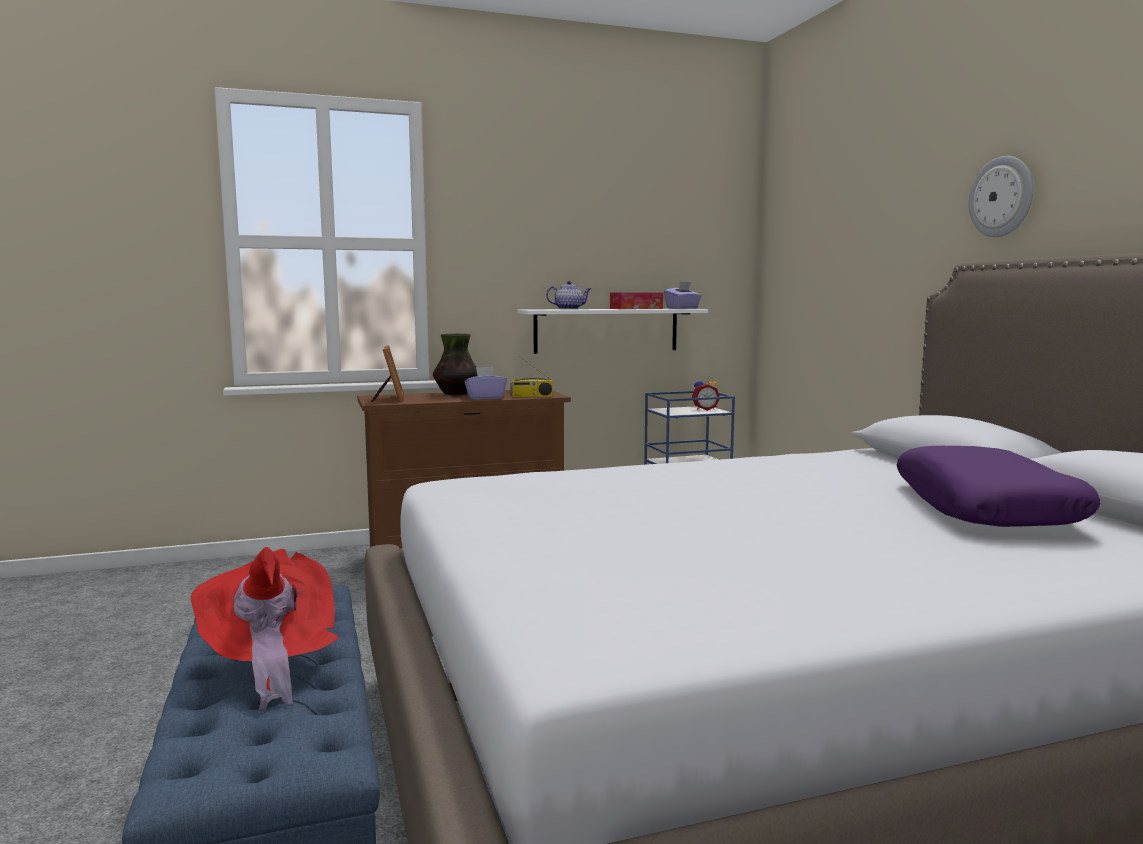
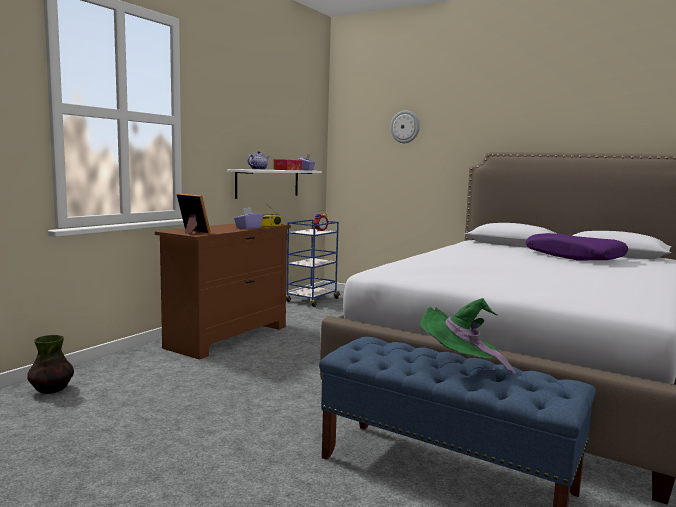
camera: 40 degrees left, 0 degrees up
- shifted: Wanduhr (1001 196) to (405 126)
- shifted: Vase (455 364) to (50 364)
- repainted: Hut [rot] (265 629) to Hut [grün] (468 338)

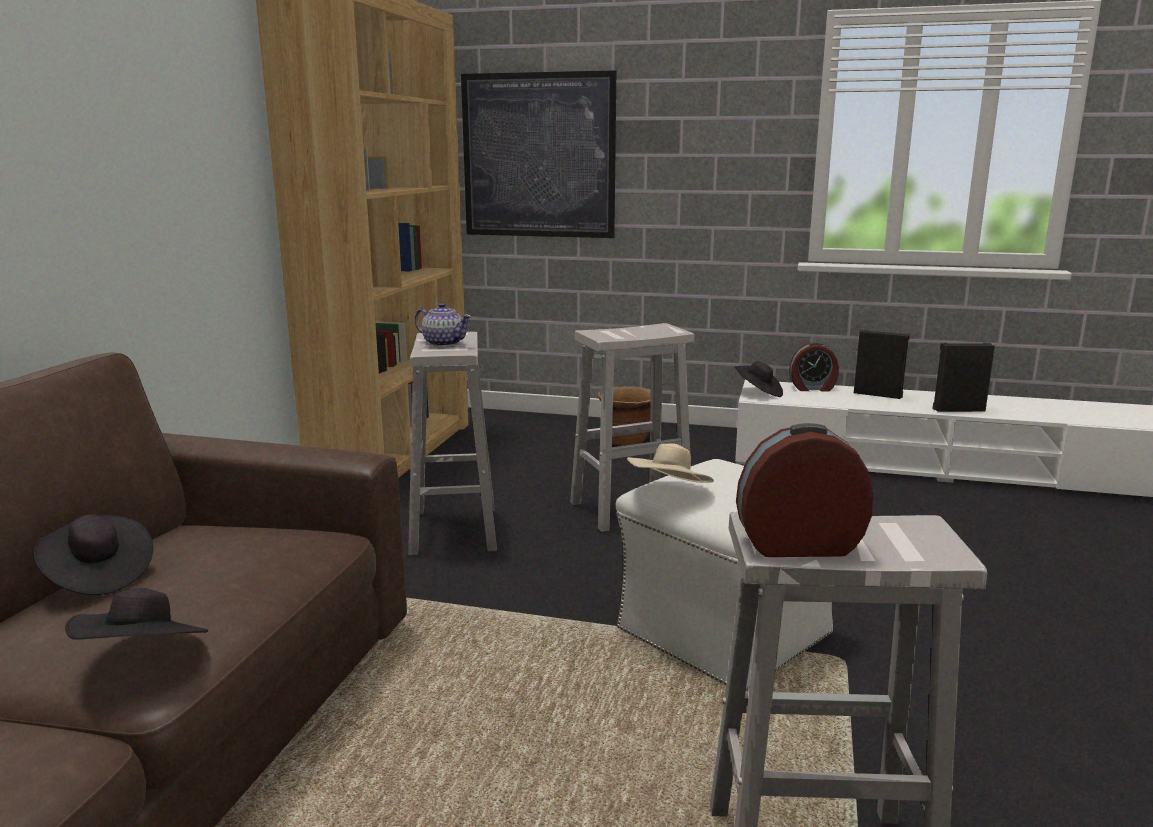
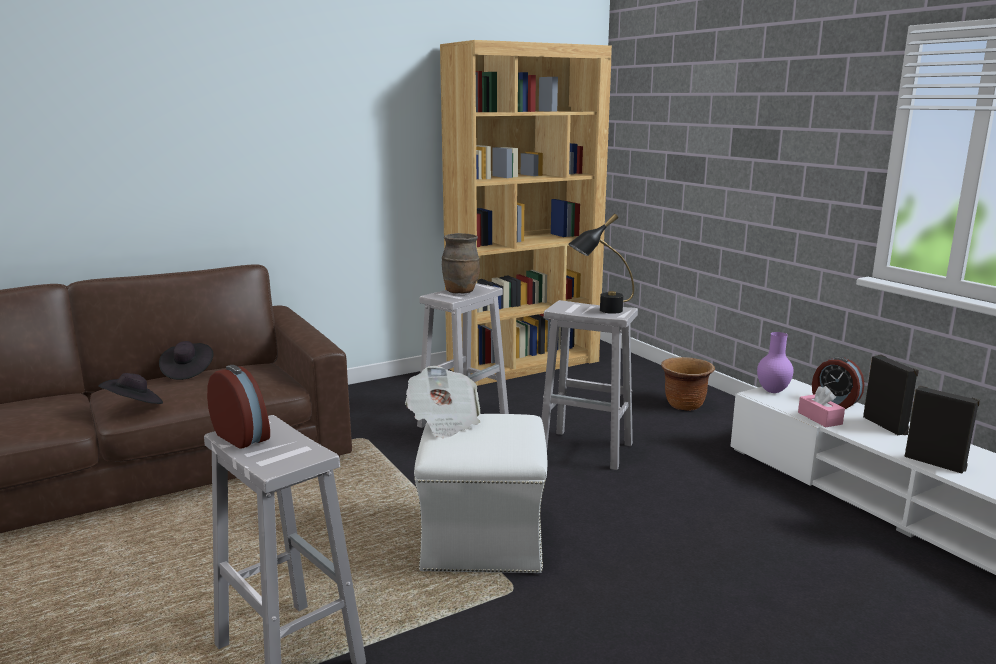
camera: 45 degrees right, 0 degrees up
- gone: Bild (538 154)
- swapped: Teekanne (443 325) to Vase [braun] (461 263)
- swapped: Hut [schwarz] (759 379) to Vase [lila] (775 362)
- swapped: Hut [beige] (670 463) to Zeitung (442 402)
- new: Tischlampe [schwarz] (601 264)
- new: Taschentuchbox [rosa] (821 406)

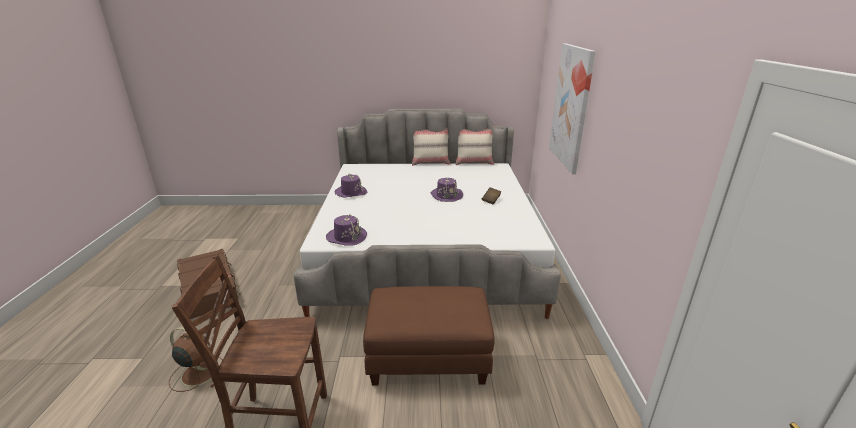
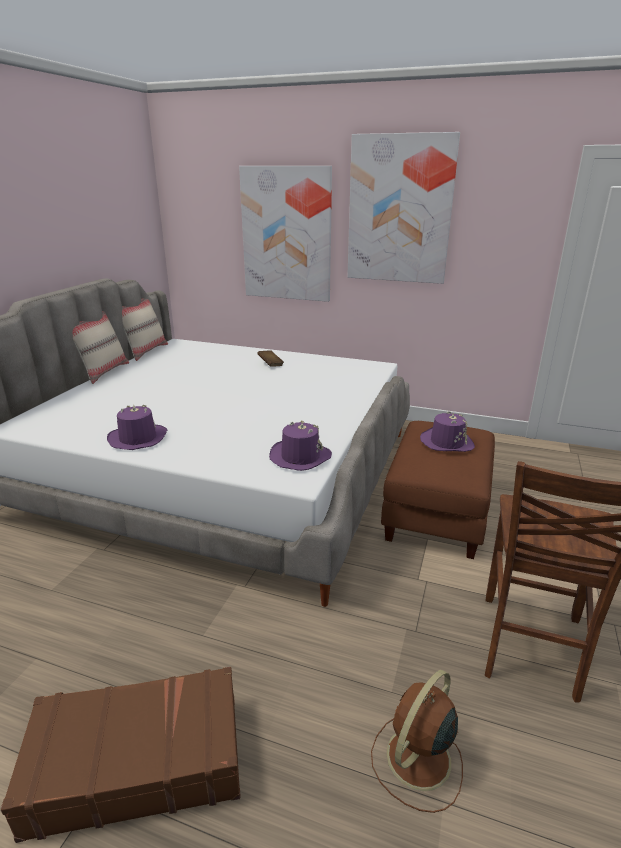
camera: 70 degrees left, 0 degrees up
- shifted: Hut [lila] (447 190) to (447 431)
- new: Bild (403 208)

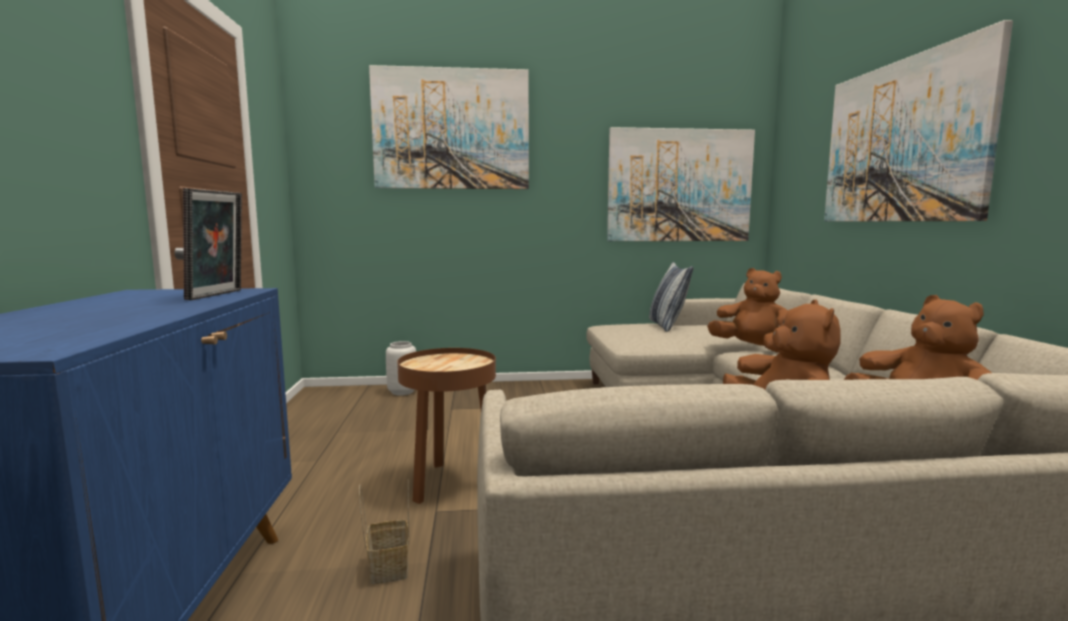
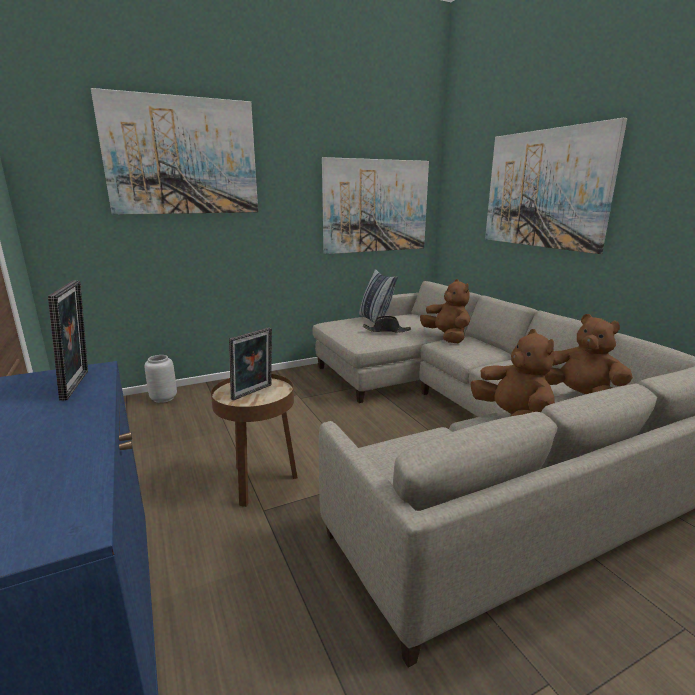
camera: 20 degrees left, 10 degrees up
- rotated: Plüschtier [braun] (747 310) = (445 311) 45 degrees clockwise
- gone: Korb (384 531)
- new: Hut [schwarz] (387 324)
- new: Bilderrahmen (250 363)

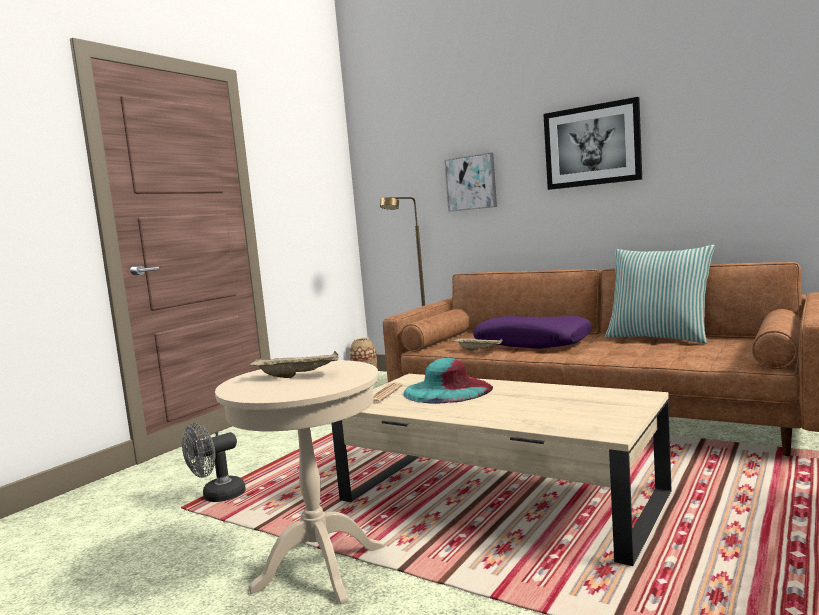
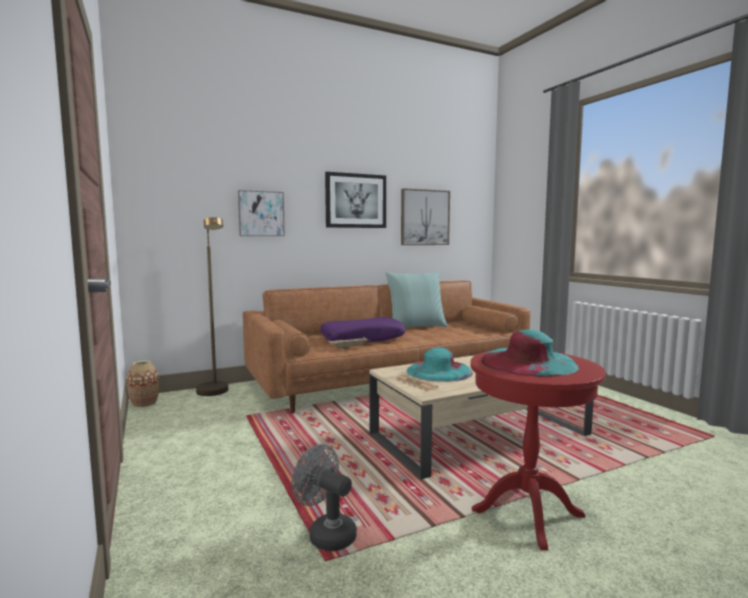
camera: 60 degrees left, 0 degrees up
- swapped: Tablett [beige] (294 364) to Hut [türkis] (530 353)
- repainted: Beistelltisch [beige] (300 482) to Beistelltisch [rot] (537 450)
- rotated: Ventilator [grau] (214 462) = (324 497) 135 degrees clockwise
- new: Bild (425 216)

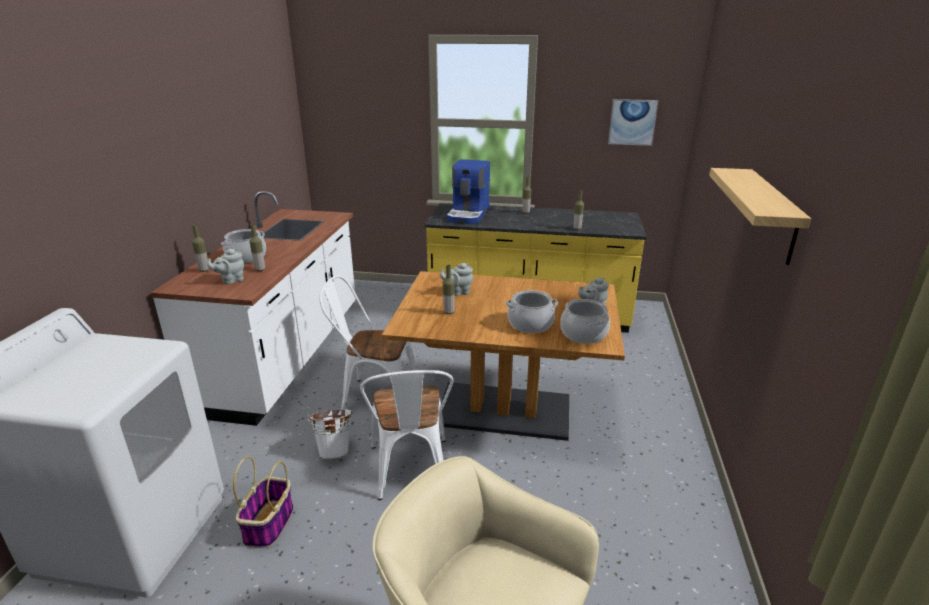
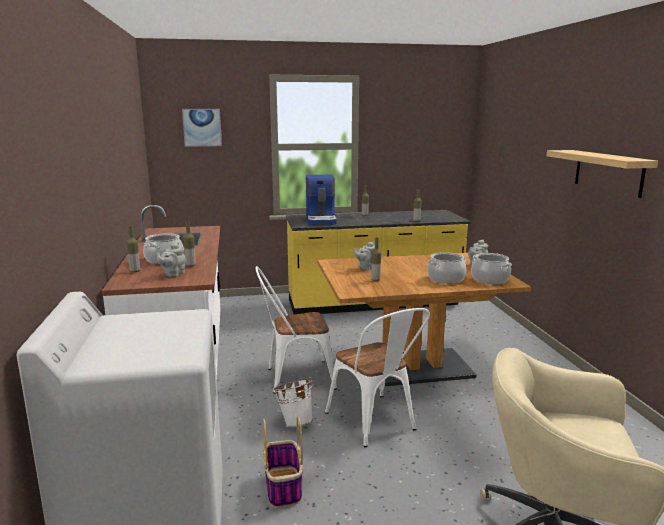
camera: 20 degrees left, 10 degrees down
- shifted: Bild (633 122) to (202 128)

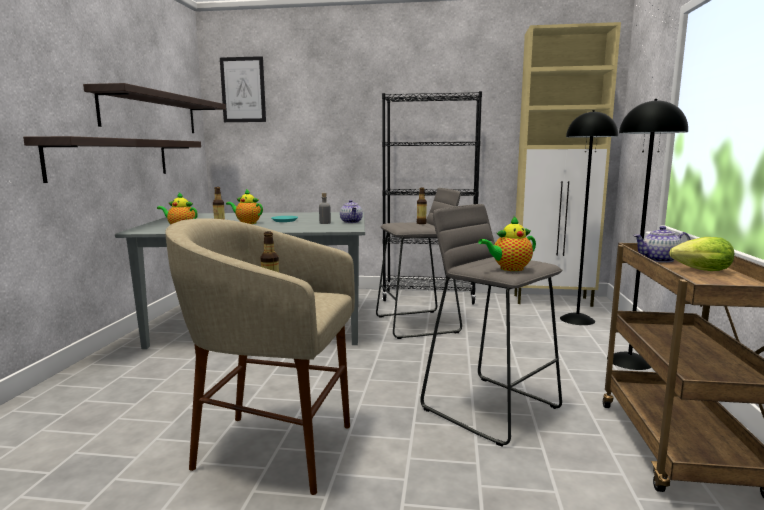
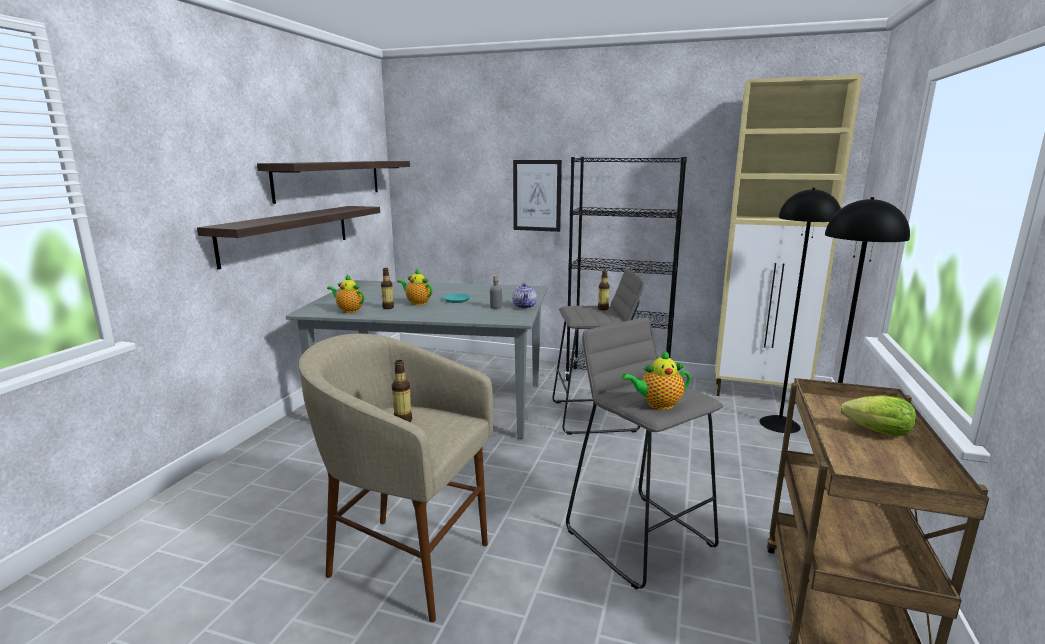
camera: 10 degrees right, 5 degrees up
- shifted: Bild (243 89) to (537 196)
- gone: Teekanne (662 244)

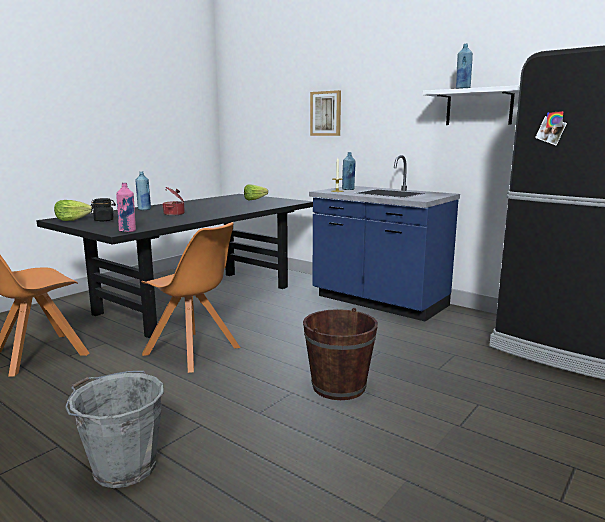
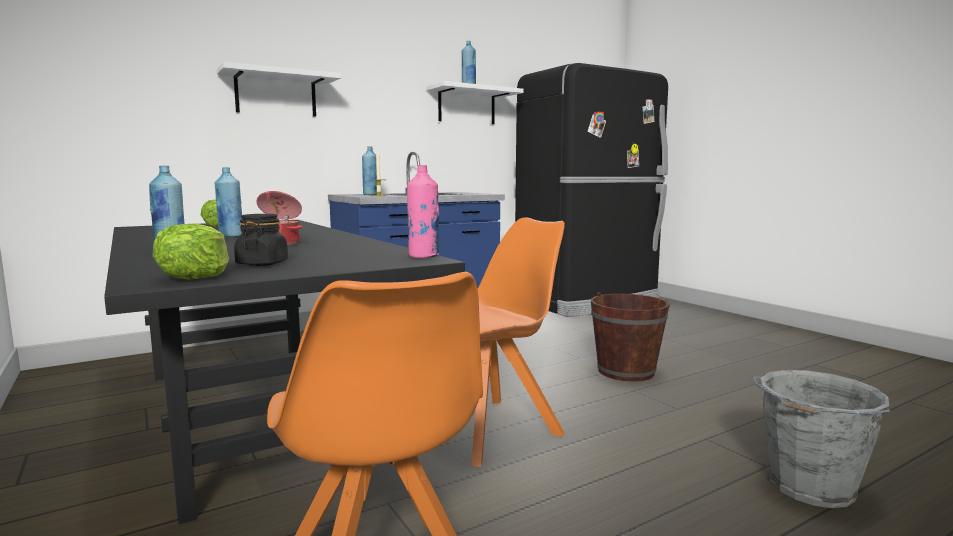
camera: 70 degrees left, 5 degrees down
- swapped: Bild (325 113) to Wandregal [weiß] (279 89)
- new: Flasche [blau] (228 202)

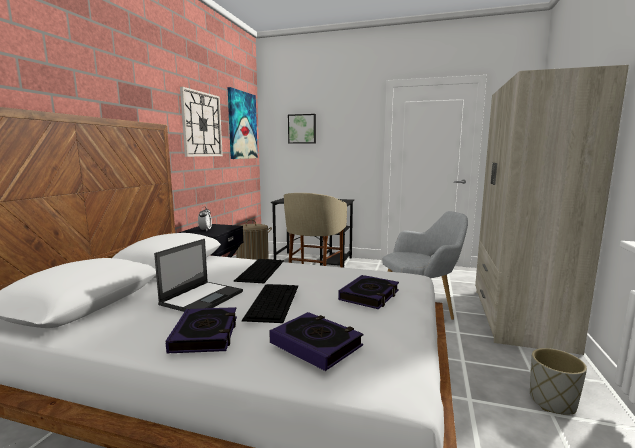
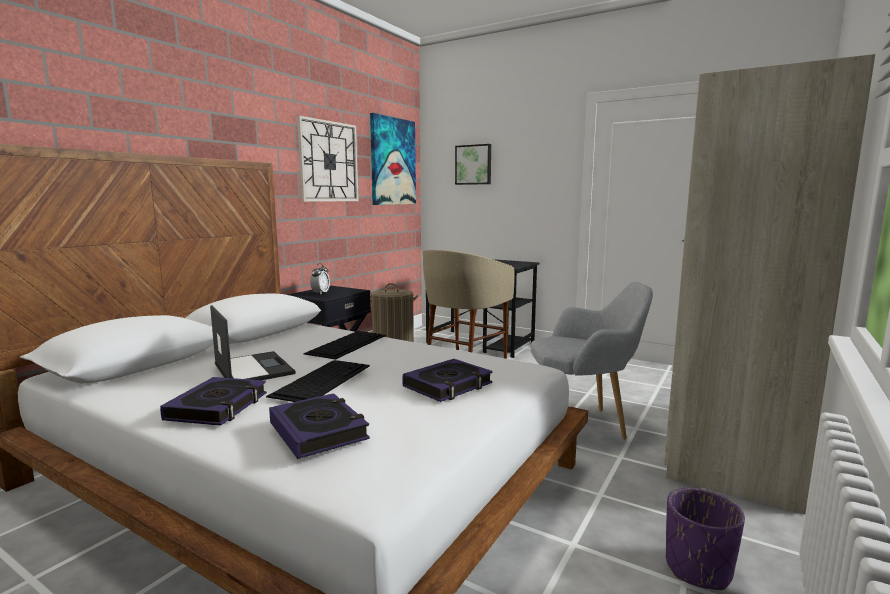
camera: 15 degrees right, 0 degrees up
- rotated: Laptop (198 275) = (253 342) 75 degrees counterclockwise
- repainted: Pflanzkübel [grau] (558 381) to Pflanzkübel [lila] (705 539)

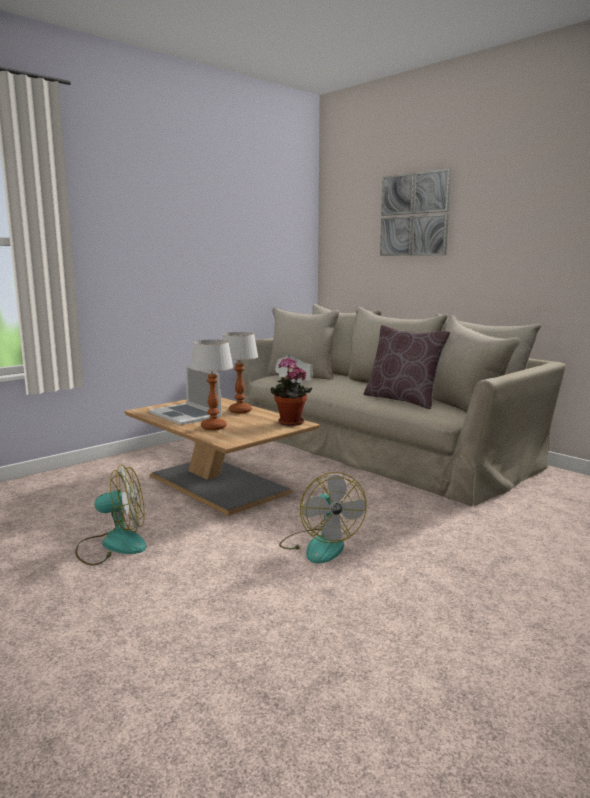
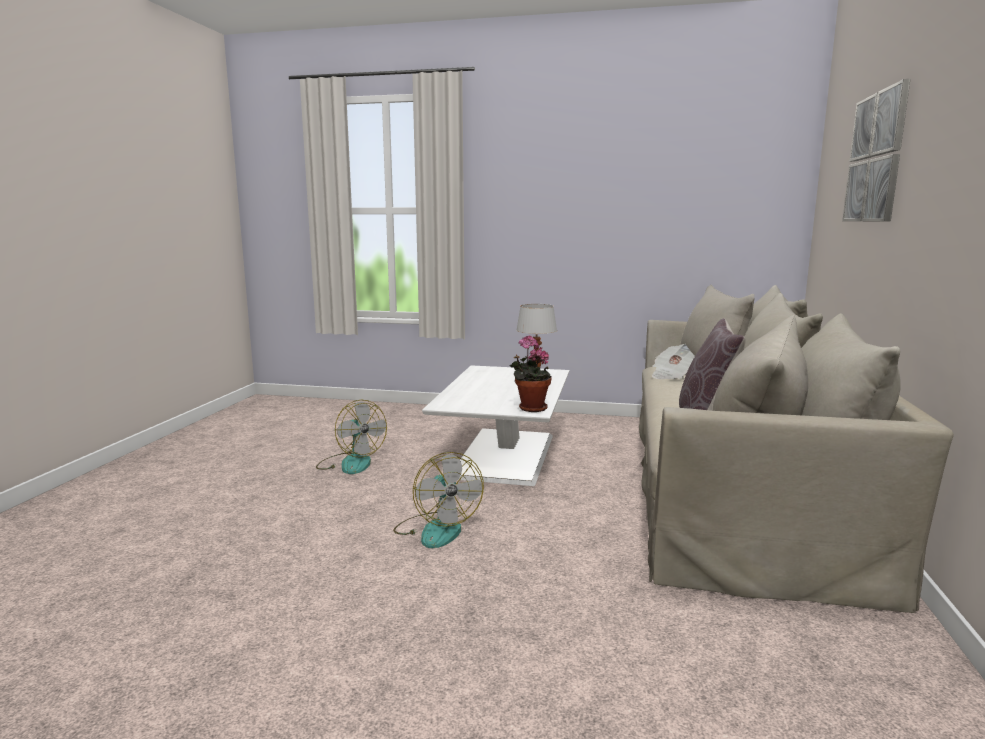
camera: 55 degrees right, 0 degrees up
- gone: Tischlampe (211 385)
- gone: Laptop (185 395)
- repainted: Couchtisch [braun] (222 456) to Couchtisch [weiß] (496 425)
- rotated: Ventilator (323 517) = (438 500) 60 degrees counterclockwise

